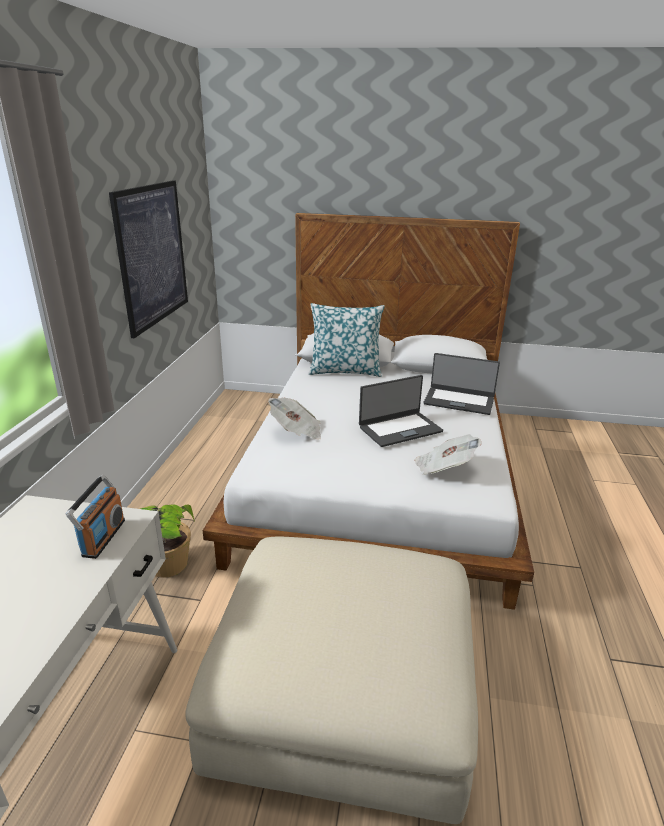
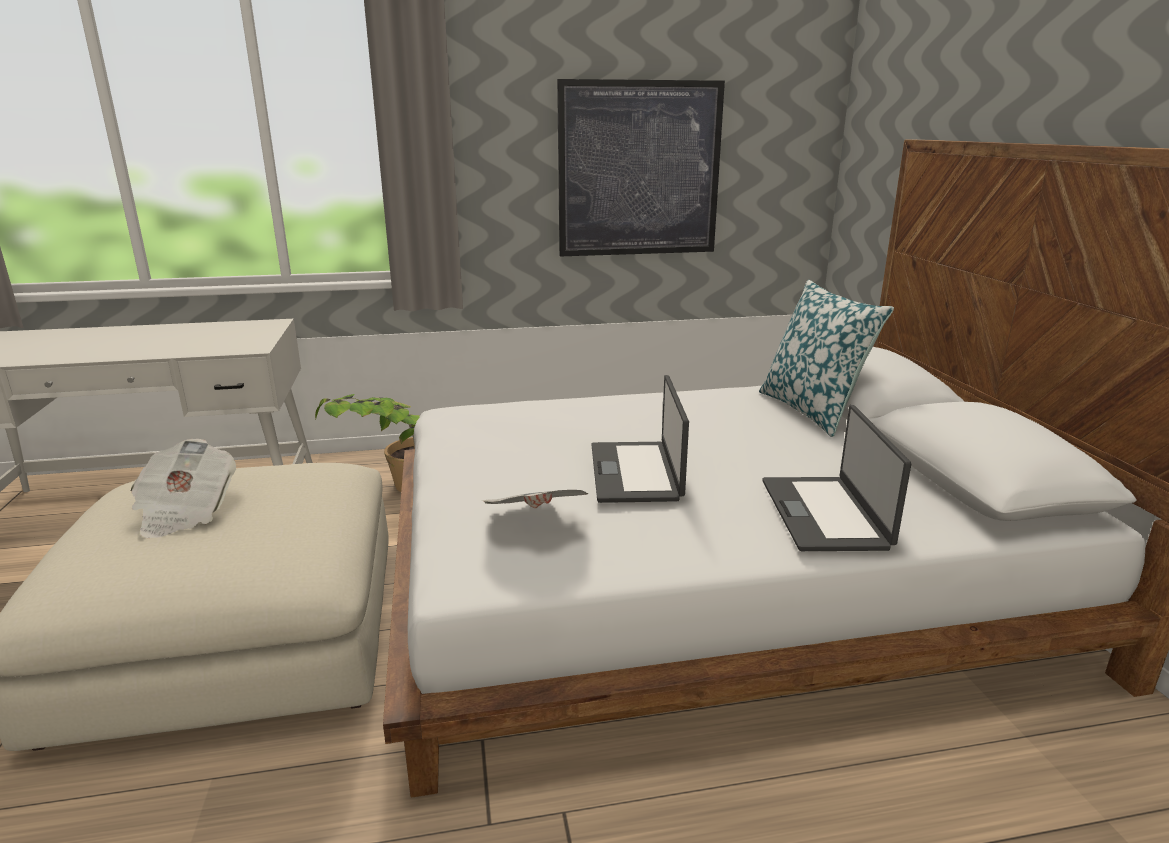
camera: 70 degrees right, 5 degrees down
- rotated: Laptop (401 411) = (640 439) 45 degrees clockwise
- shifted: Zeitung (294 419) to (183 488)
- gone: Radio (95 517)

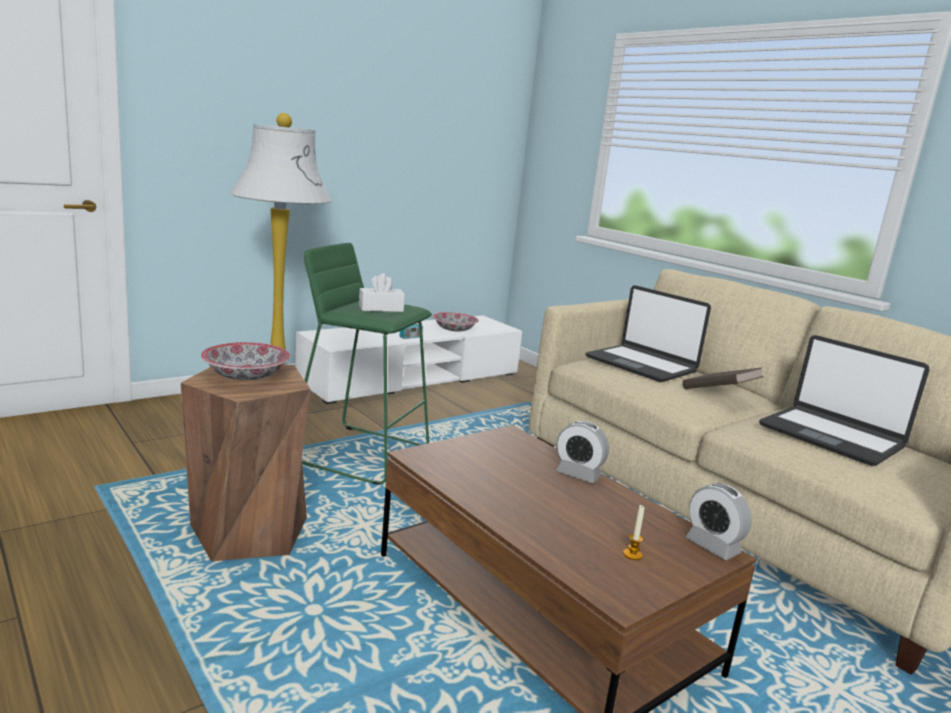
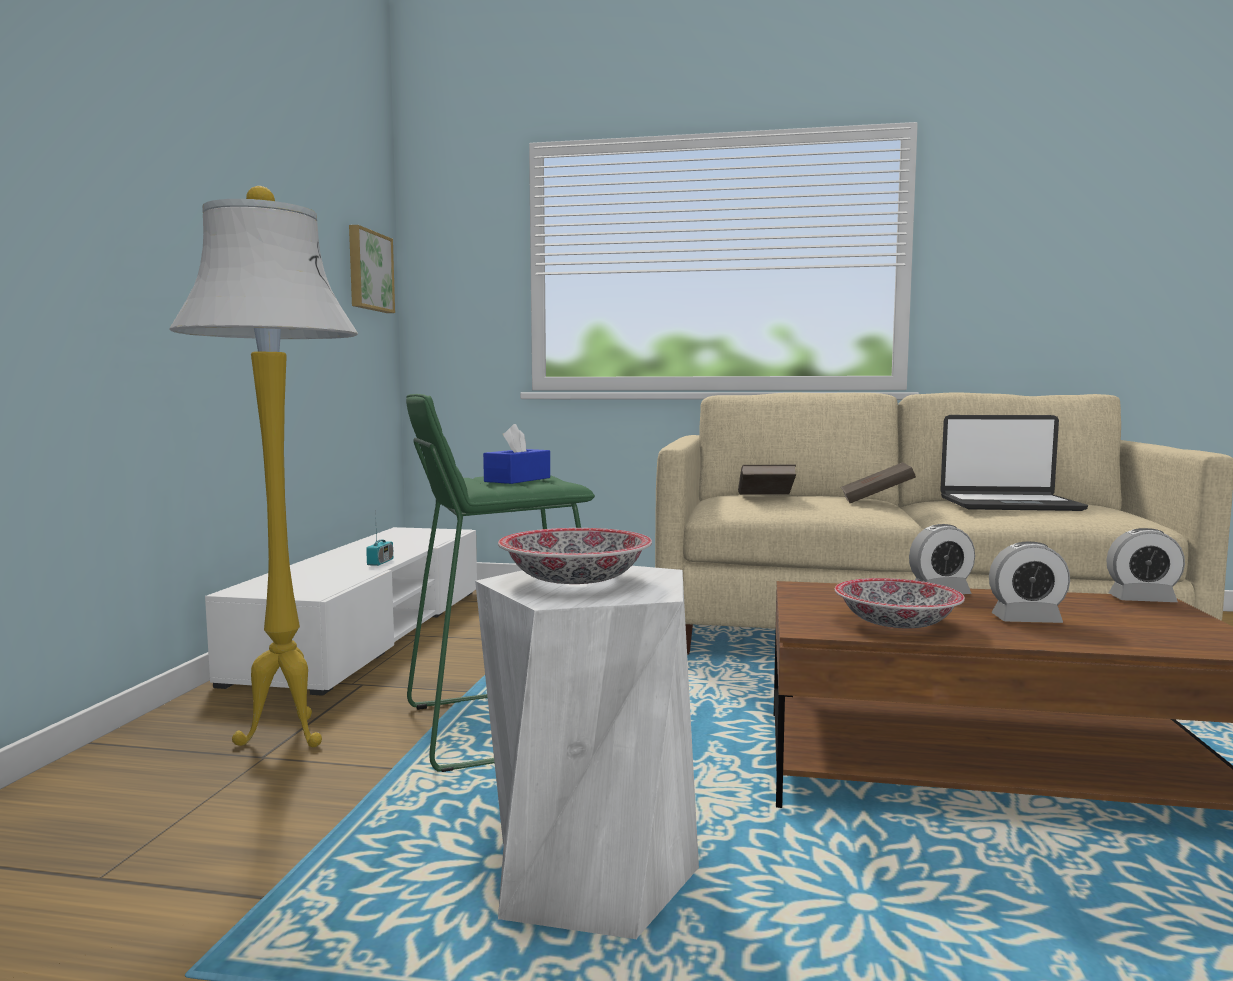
camera: 40 degrees left, 10 degrees down
- repainted: Taschentuchbox [weiß] (382 292) to Taschentuchbox [blau] (516 454)
- swapped: Laptop (648 333) to Buch [braun] (767 479)
- shifted: Schüssel (456 321) to (900 603)
- repainted: Hocker [braun] (245 463) to Hocker [weiß] (587 752)
- gone: Kerze (634 532)
- new: Bild (372 269)
- new: Wecker (1029 582)

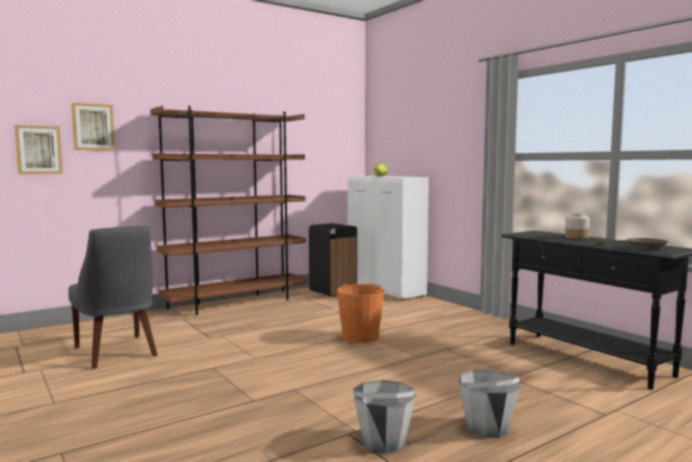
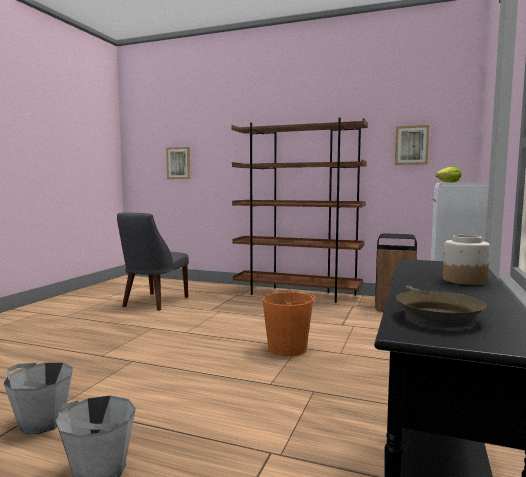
camera: 55 degrees right, 0 degrees up
- shifted: Bild (93 126) to (412 145)

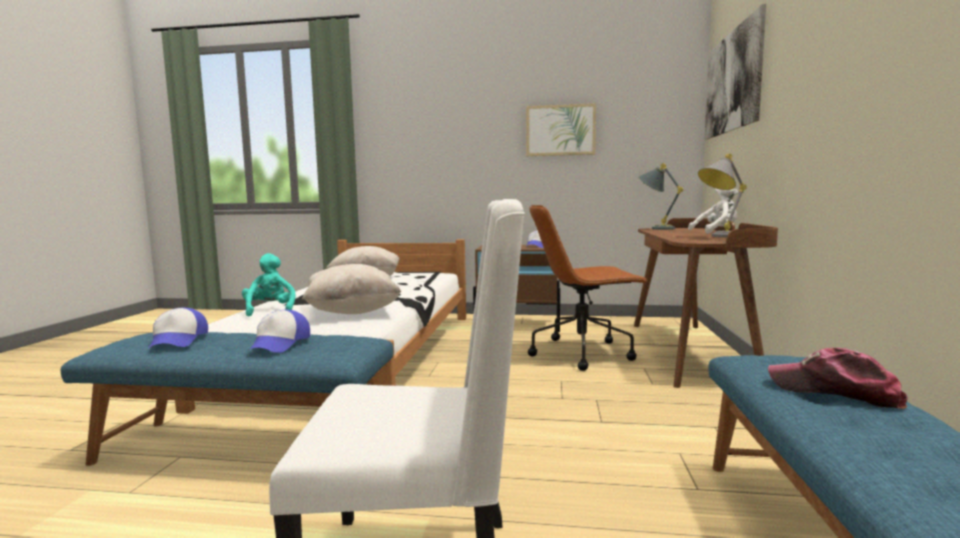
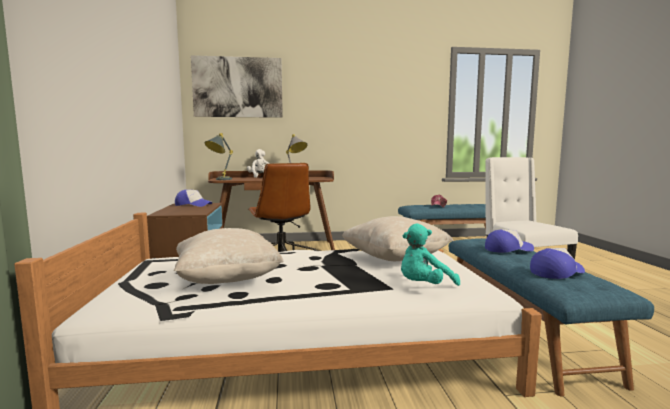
camera: 105 degrees left, 0 degrees up
- gone: Bild (561 129)

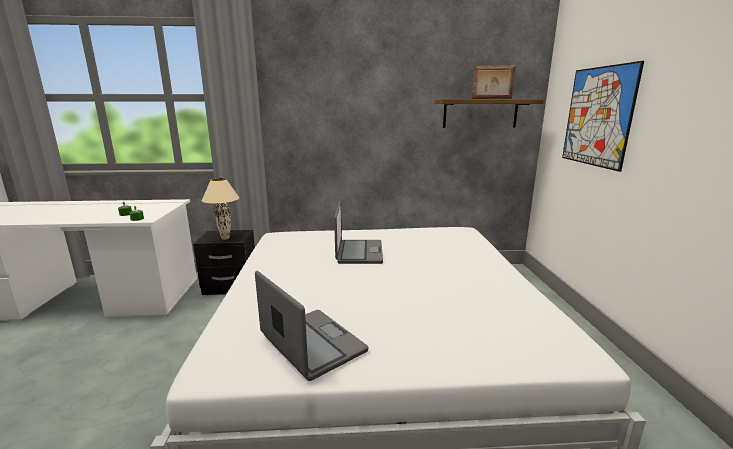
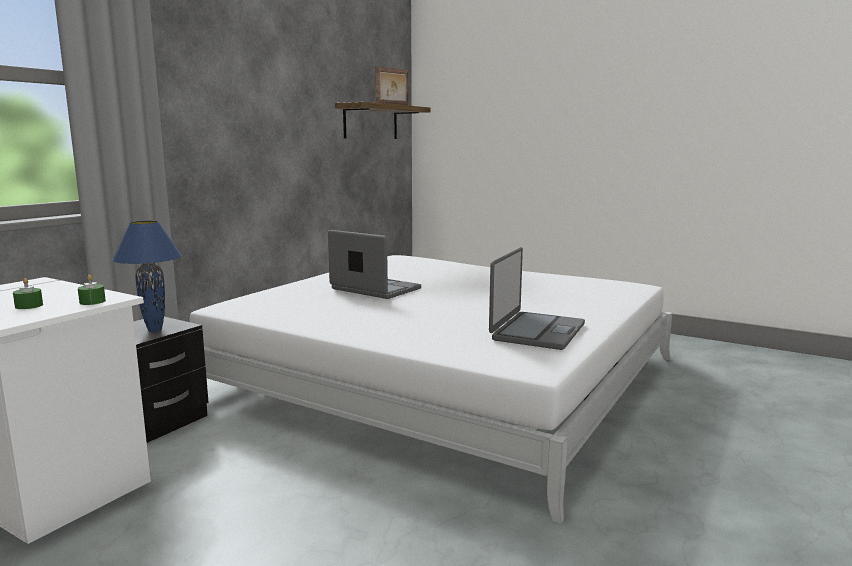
camera: 55 degrees left, 5 degrees down
- gone: Bild (603 116)
- repainted: Tischlampe [beige] (220 209) to Tischlampe [blau] (147 276)
- rotated: Laptop (311 326) = (537 298) 120 degrees clockwise

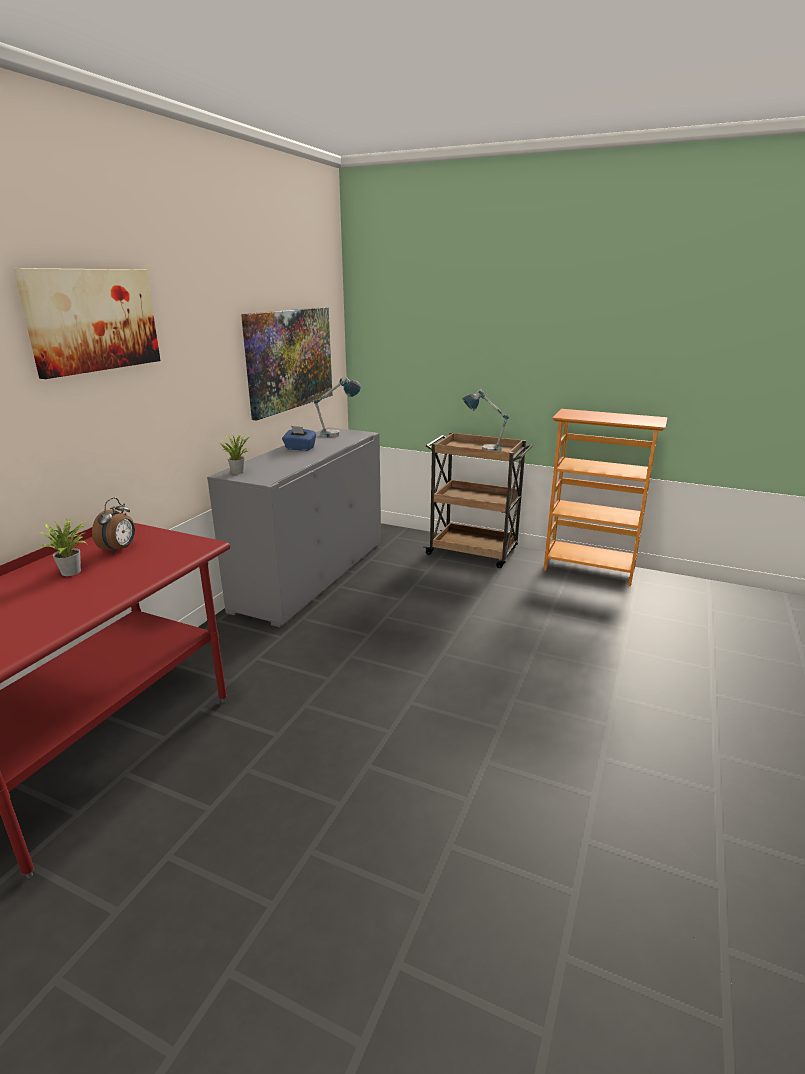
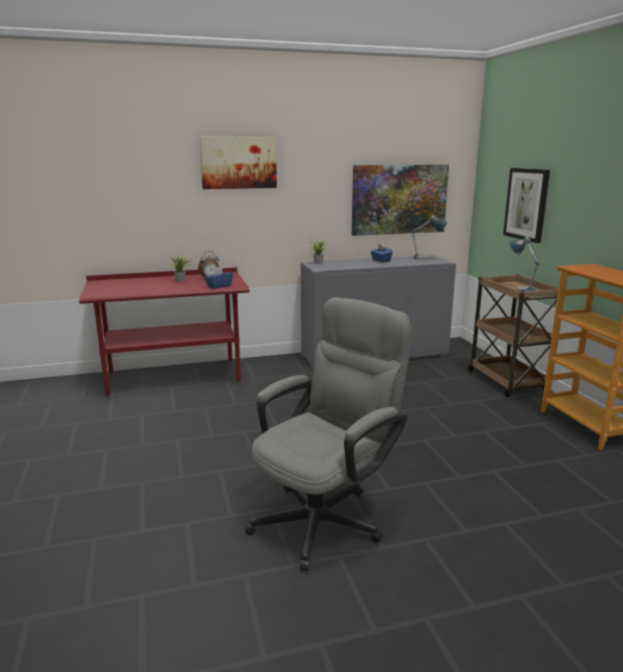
camera: 50 degrees right, 5 degrees down
- new: Bild (526 205)
- new: Taschentuchbox [blau] (219 277)
- new: Bürostuhl [grau] (328 434)

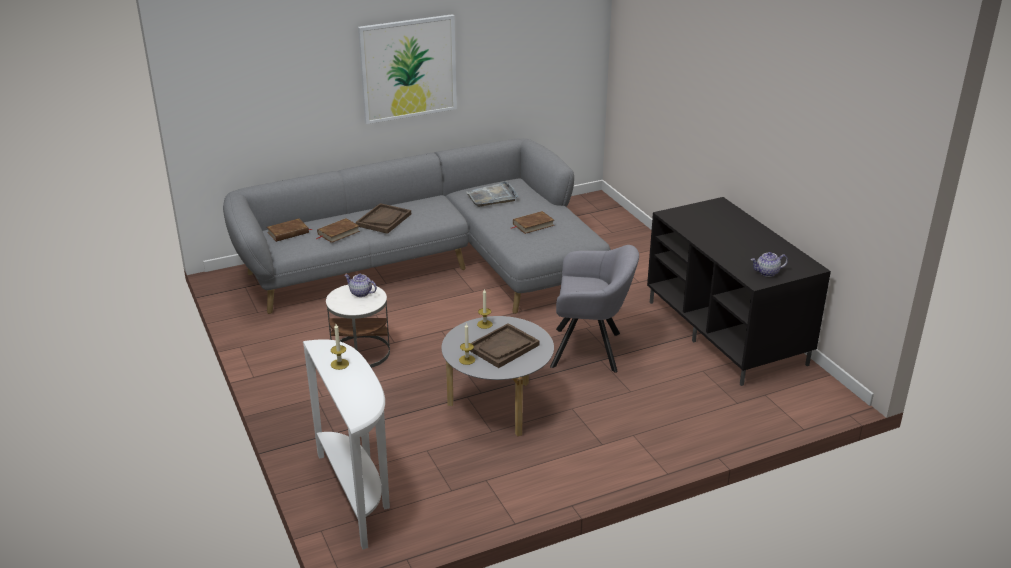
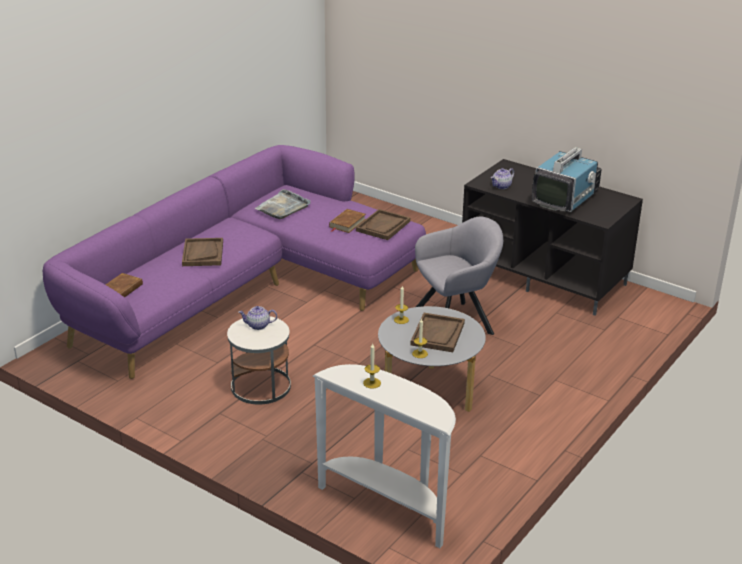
camera: 30 degrees left, 0 degrees up
- gone: Bild (407 69)
- repainted: Sofa [grau] (417 226) to Sofa [lila] (234 262)
- gone: Buch [braun] (337 230)
- shifted: Teekanne (769 264) to (502 178)
- new: Fernseher (567 179)
- new: Tablett [braun] (383 224)

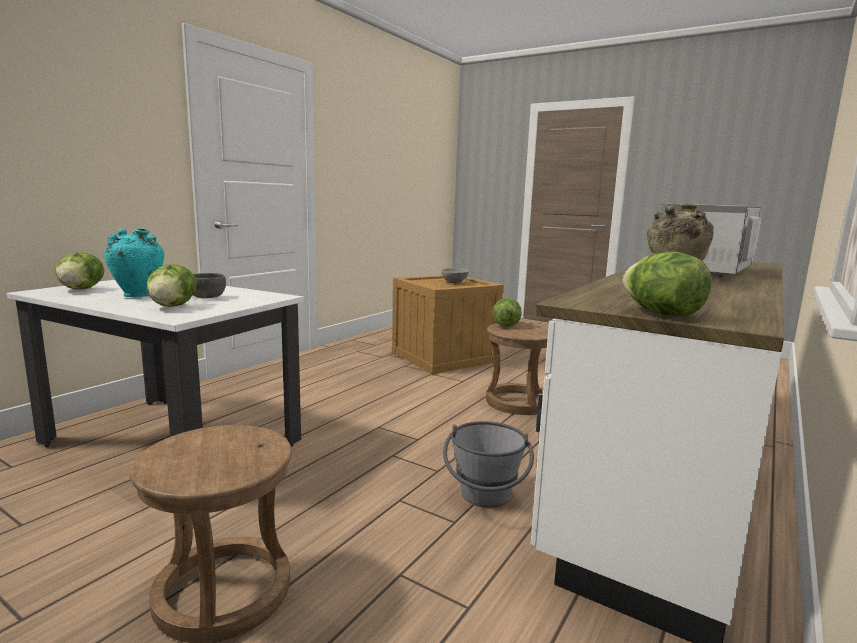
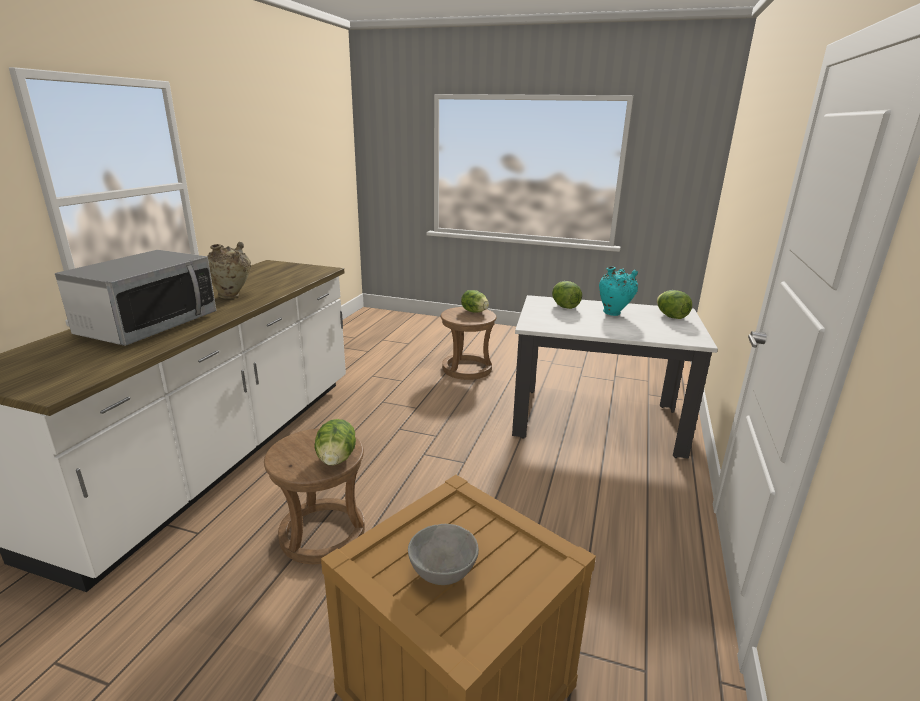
camera: 165 degrees right, 10 degrees up
- shifted: Salatkopf (667 284) to (475 301)
- gone: Schüssel [grau] (209 285)
- gone: Eimer [grau] (488 464)

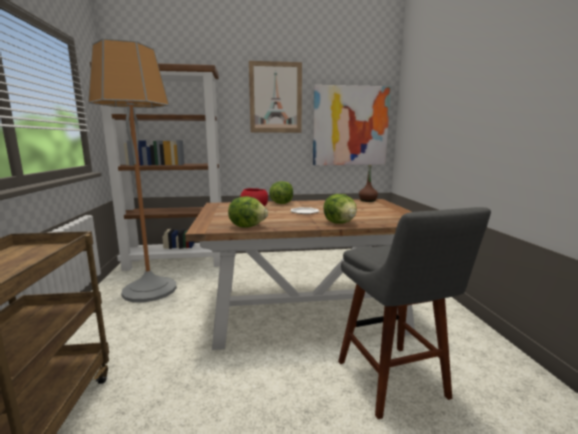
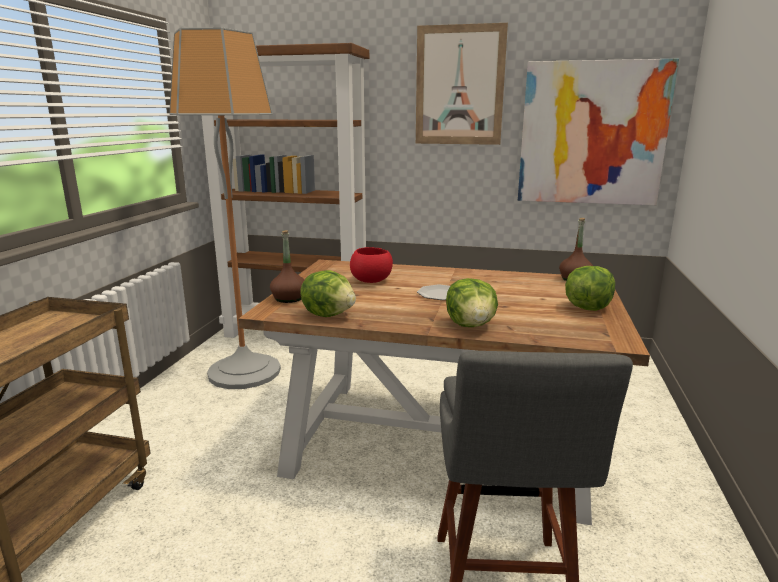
camera: 20 degrees right, 5 degrees up
- shifted: Salatkopf (281 192) to (590 288)
- new: Flasche [braun] (287 266)

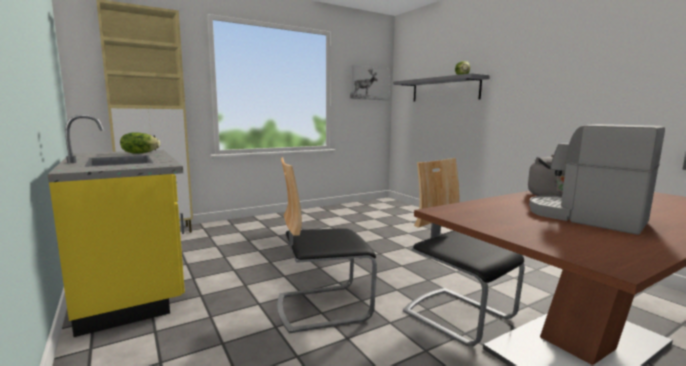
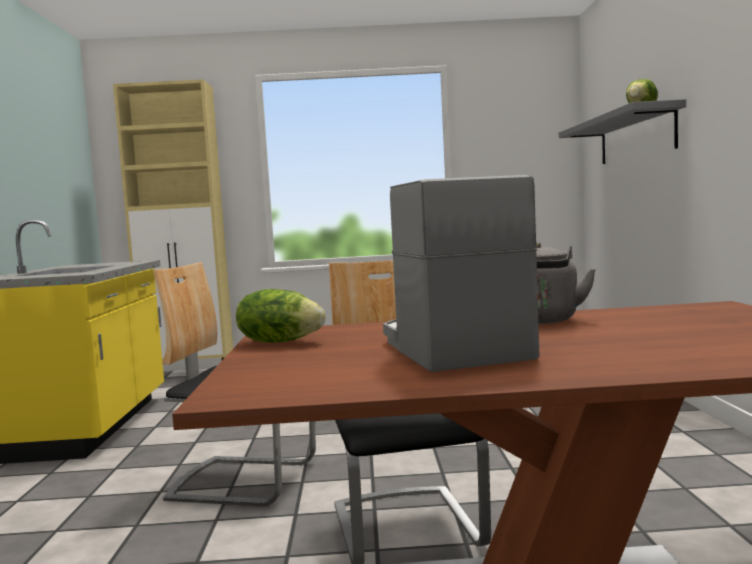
camera: 30 degrees right, 5 degrees down
- gone: Bild (370 82)
- shifted: Salatkopf (140 143) to (280 316)

